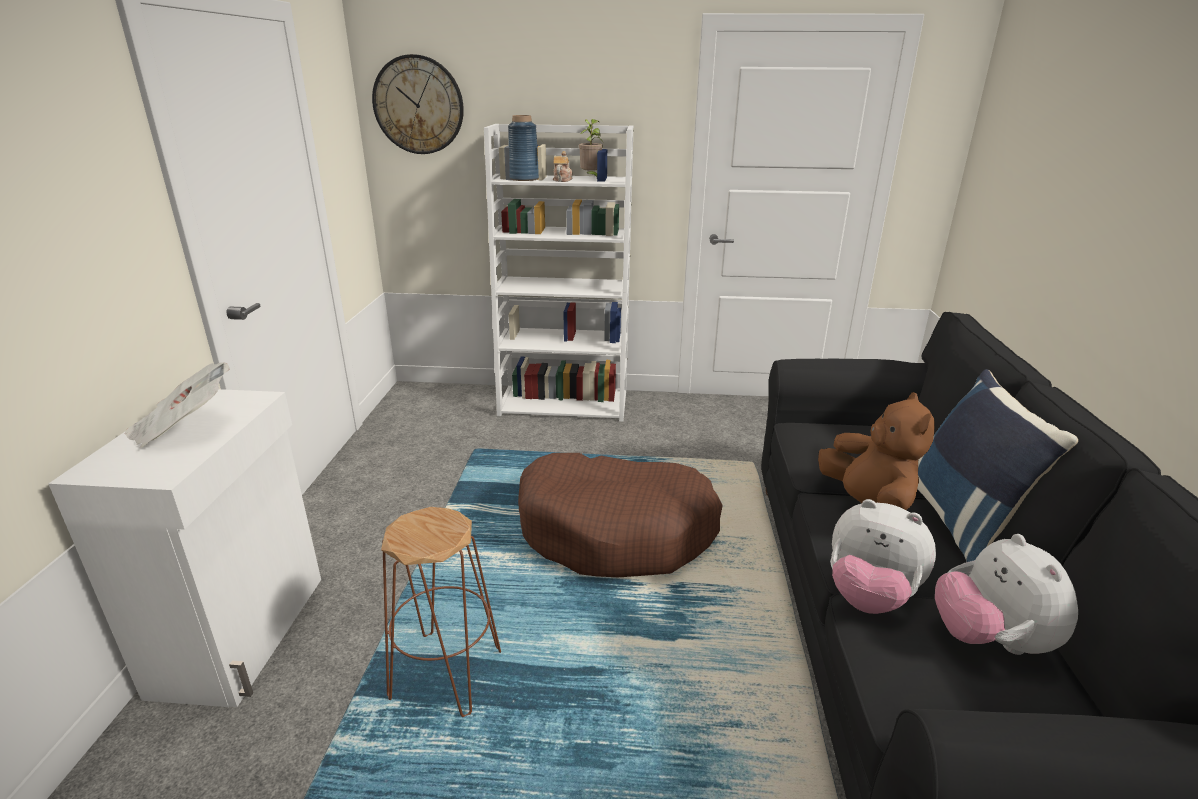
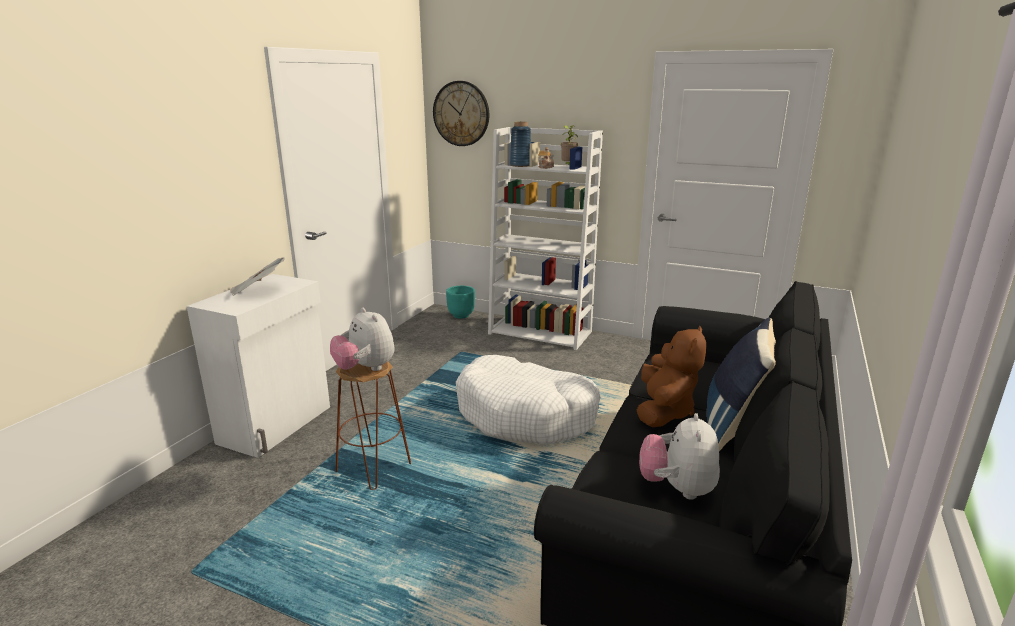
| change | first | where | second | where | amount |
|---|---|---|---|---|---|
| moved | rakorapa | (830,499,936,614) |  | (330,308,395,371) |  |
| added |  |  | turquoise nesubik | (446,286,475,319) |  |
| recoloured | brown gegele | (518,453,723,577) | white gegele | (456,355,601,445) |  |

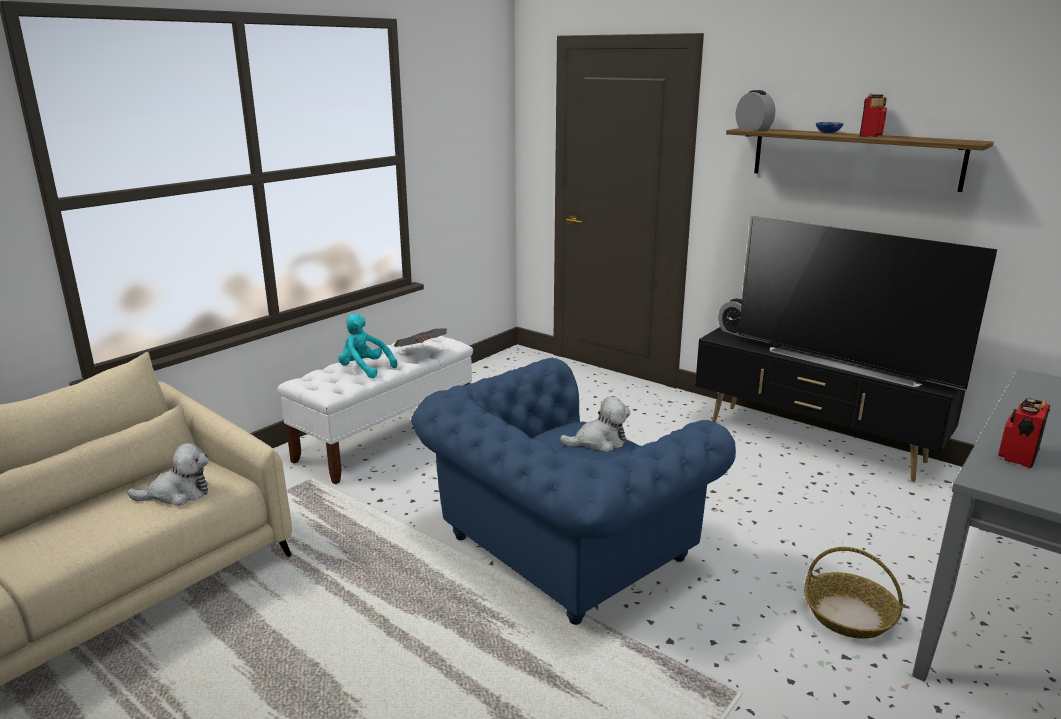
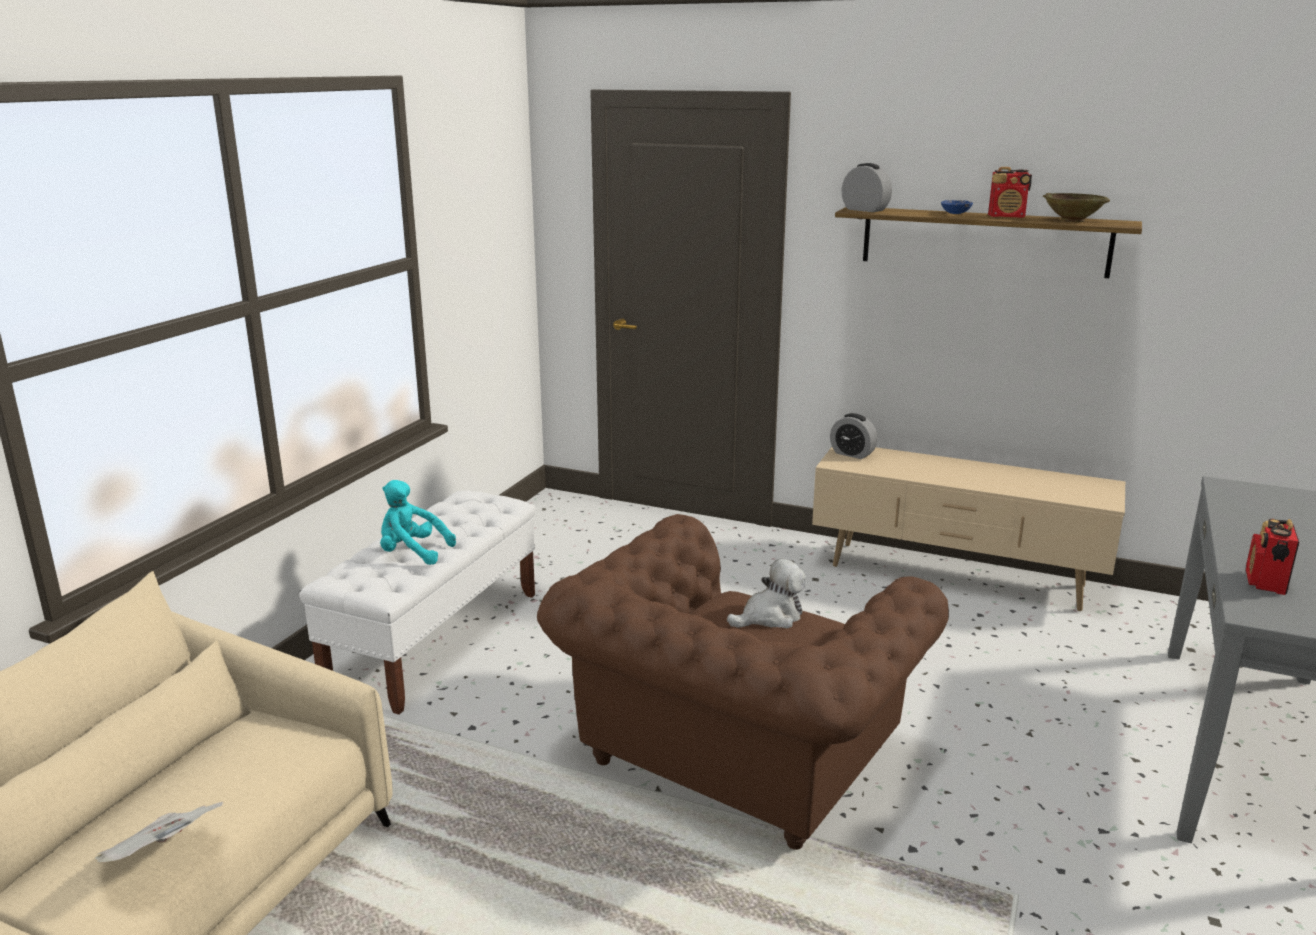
| change | first | where | second | where | amount |
|---|---|---|---|---|---|
| moved | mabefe | (394,328,447,347) |  | (96,802,222,862) |  |
| recoloured | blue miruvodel | (411,358,736,625) | brown miruvodel | (537,514,949,850) |  |
| recoloured | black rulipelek | (695,327,966,482) | beige rulipelek | (812,447,1125,611) |  |
| turned | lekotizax | (860,93,887,137) |  | (988,167,1032,218) | 90 degrees clockwise |
| added |  |  | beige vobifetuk | (1043,193,1110,222) |  |
| removed | rakorapa | (127,443,209,506) |  |  |  |
| removed | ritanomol | (738,216,997,390) |  |  |  |
| removed | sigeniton | (804,547,903,639) |  |  |  |

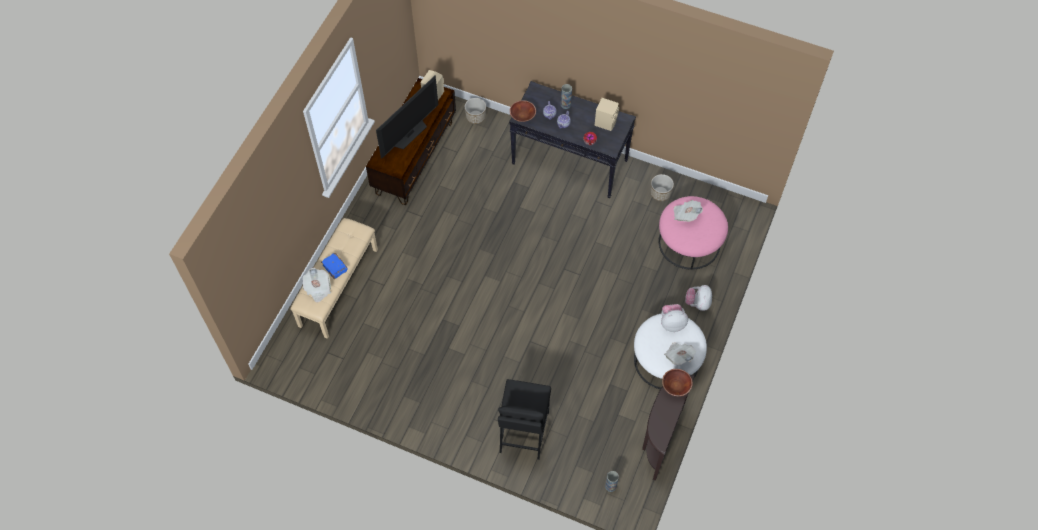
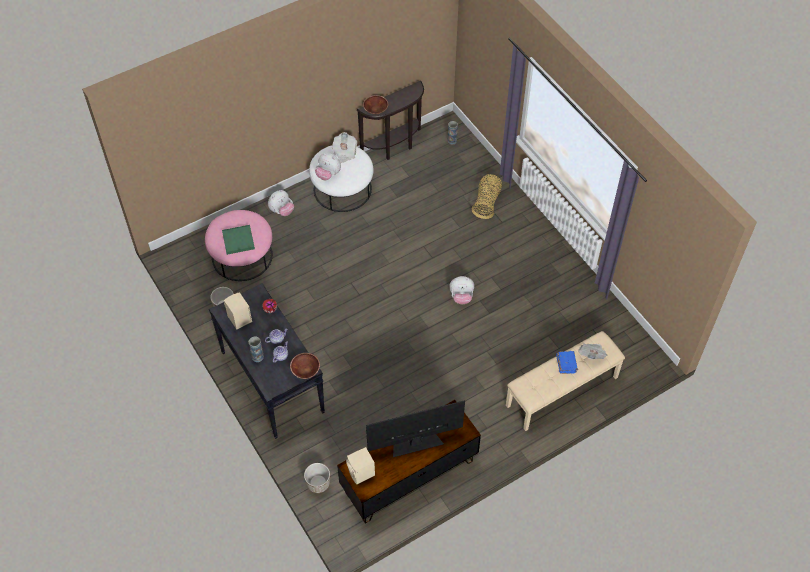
| change | first | where | second | where | amount |
|---|---|---|---|---|---|
| replaced | mabefe | (674,200,703,222) | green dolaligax | (222,225,255,255) |  |
| added |  |  | rakorapa | (449,276,474,304) |  |
| replaced | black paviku | (498,379,551,460) | sigeniton | (472,174,502,219) |  |

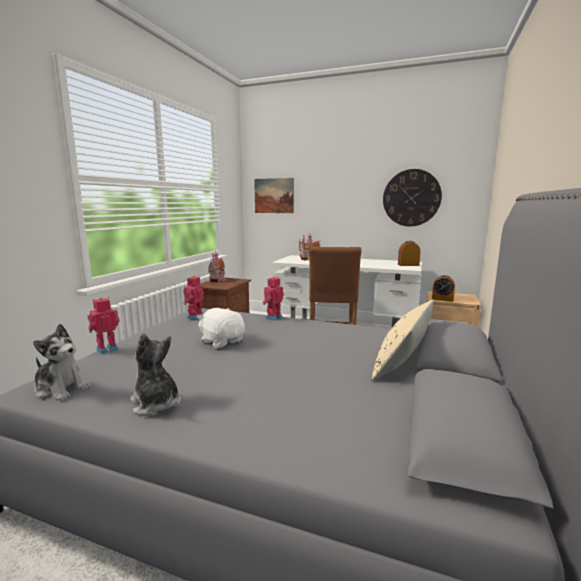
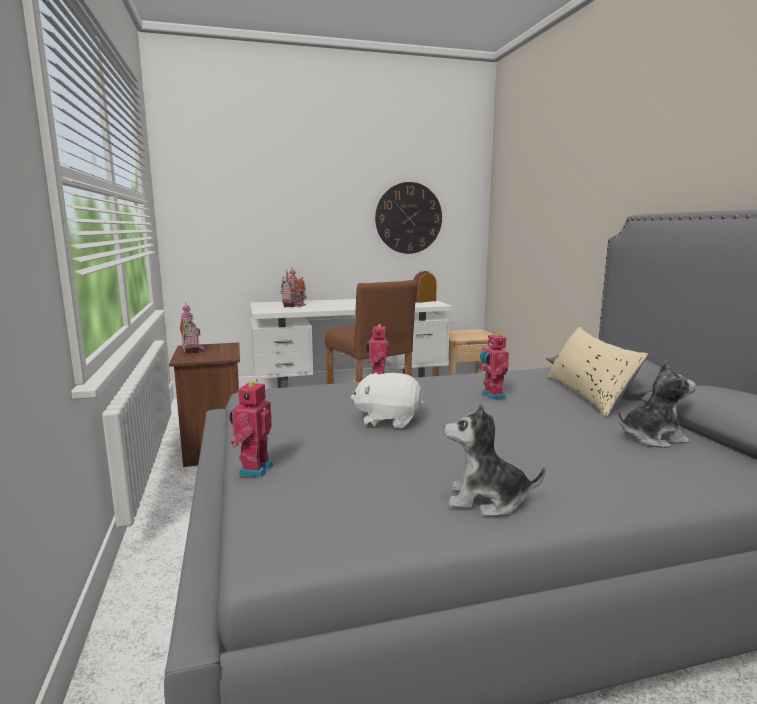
| change | first | where | second | where | amount |
|---|---|---|---|---|---|
| moved | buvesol | (183,275,204,320) |  | (480,332,509,399) |  |
| moved | rakorapa | (33,324,91,401) |  | (617,360,696,448) |  |
| removed | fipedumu | (254,178,294,213) |  |  |  |
| removed | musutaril | (432,275,455,302) |  |  |  |

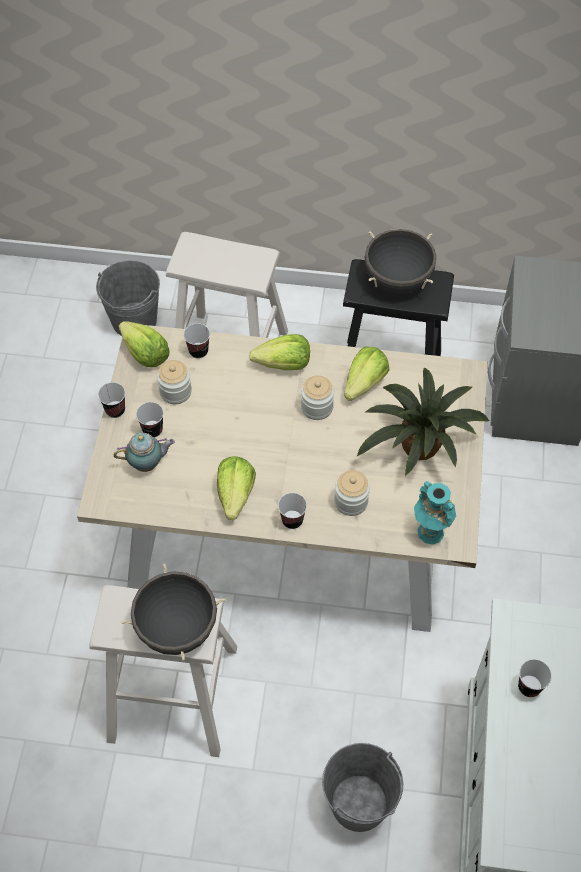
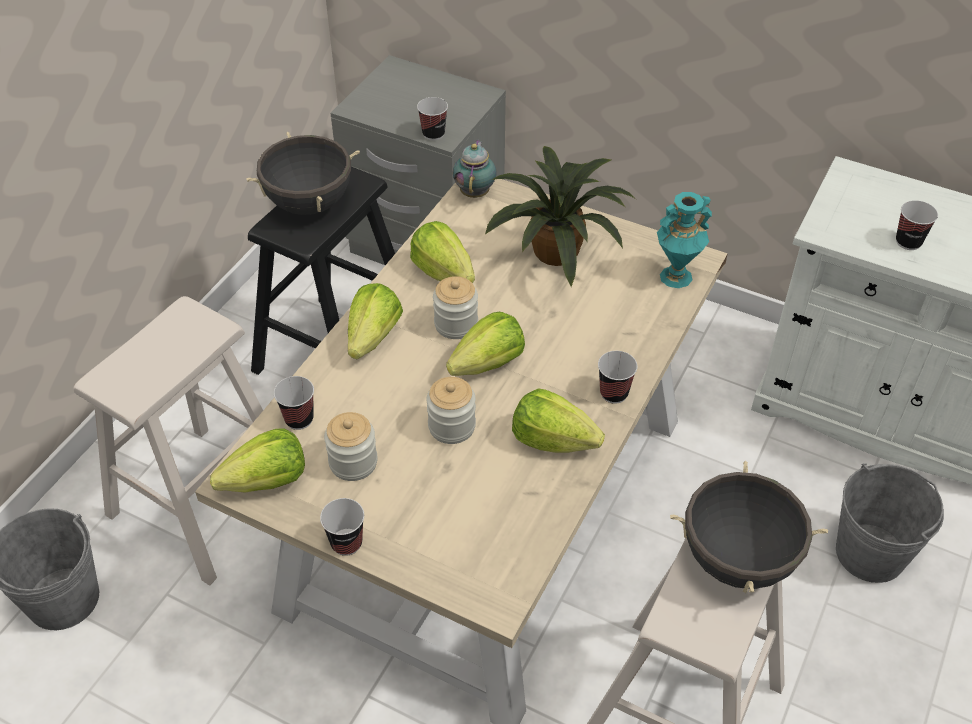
| change | first | where | second | where | amount |
|---|---|---|---|---|---|
| moved | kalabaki | (136,402,164,438) |  | (417,97,448,140) |  |
| moved | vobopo | (334,470,370,516) |  | (426,377,476,444) |  |
| added |  |  | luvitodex | (446,312,525,376) |  |
| moved | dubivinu | (114,433,175,472) |  | (453,140,496,198) |  |

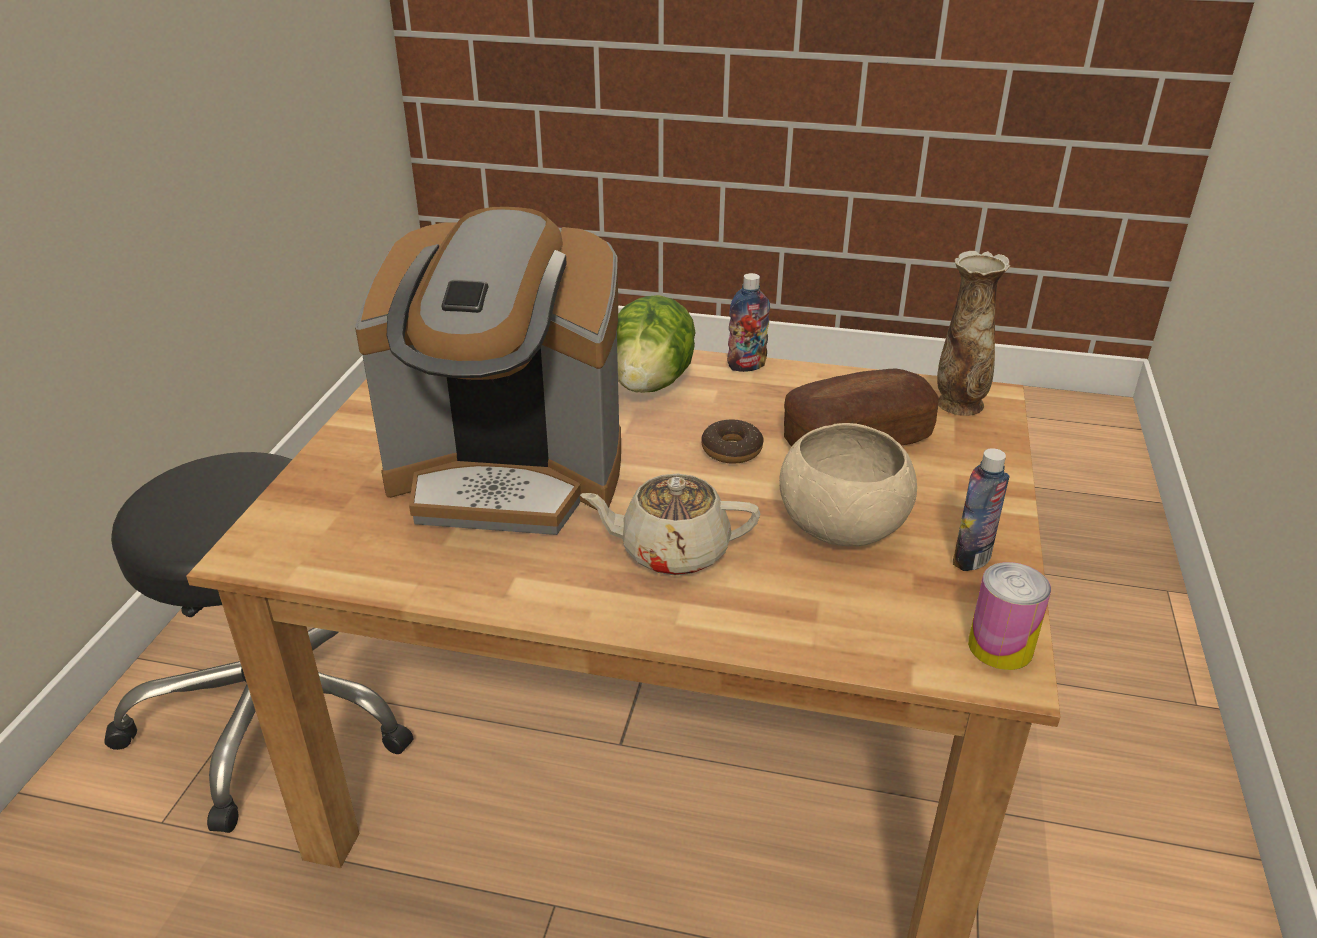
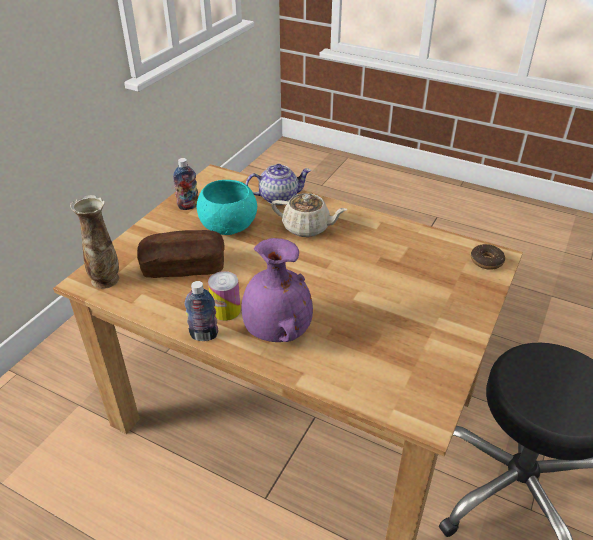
| change | first | where | second | where | amount |
|---|---|---|---|---|---|
| recoloured | beige vobifetuk | (779,423,917,547) | turquoise vobifetuk | (197,180,257,235) |  |
| moved | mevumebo | (968,562,1051,670) |  | (208,271,241,321) |  |
| replaced | luvitodex | (617,295,696,393) | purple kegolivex | (241,238,313,342) |  |
| added |  |  | dubivinu | (246,164,311,205) |  |
| moved | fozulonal | (702,419,764,464) |  | (471,244,505,270) |  |
| removed | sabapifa | (355,207,621,535) |  |  |  |

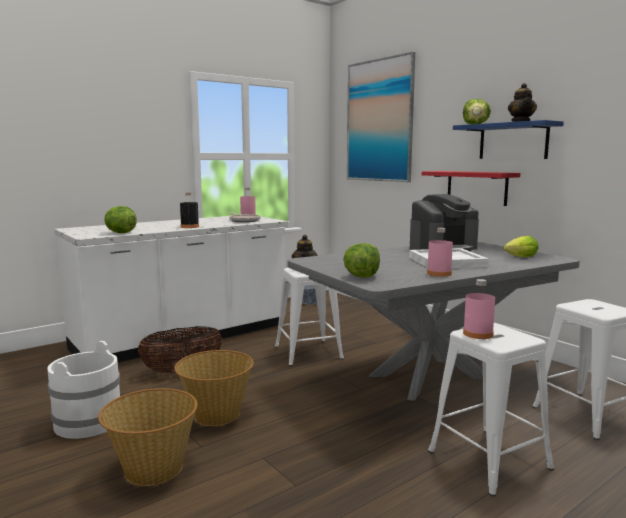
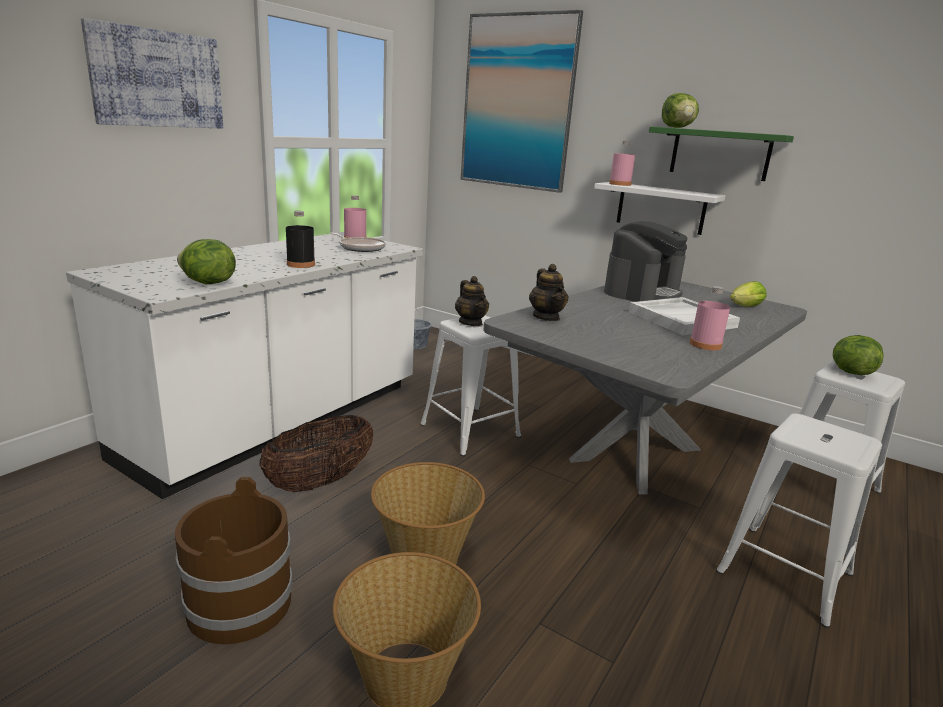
| change | first | where | second | where | amount |
|---|---|---|---|---|---|
| added |  |  | fipedumu | (81,18,223,129) |  |
| recoloured | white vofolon | (47,341,120,439) | brown vofolon | (175,477,292,644) |  |
| moved | dubivinu | (508,83,537,122) |  | (529,264,569,321) |  |
| recoloured | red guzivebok | (422,171,520,206) | white guzivebok | (594,182,725,235) |  |
| moved | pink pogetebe | (463,279,495,339) |  | (609,140,635,186) |  |
| recoloured | blue guzivebok | (453,120,564,159) | green guzivebok | (649,127,794,181) |  |
| moved | luvitodex | (343,243,380,278) |  | (833,335,884,375) |  |

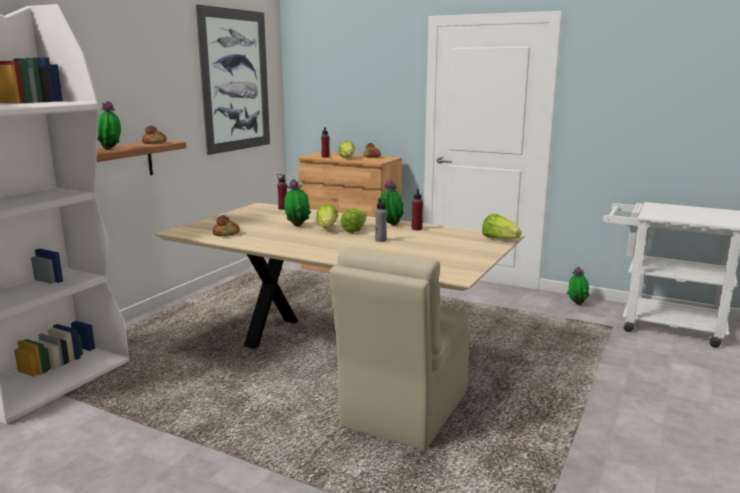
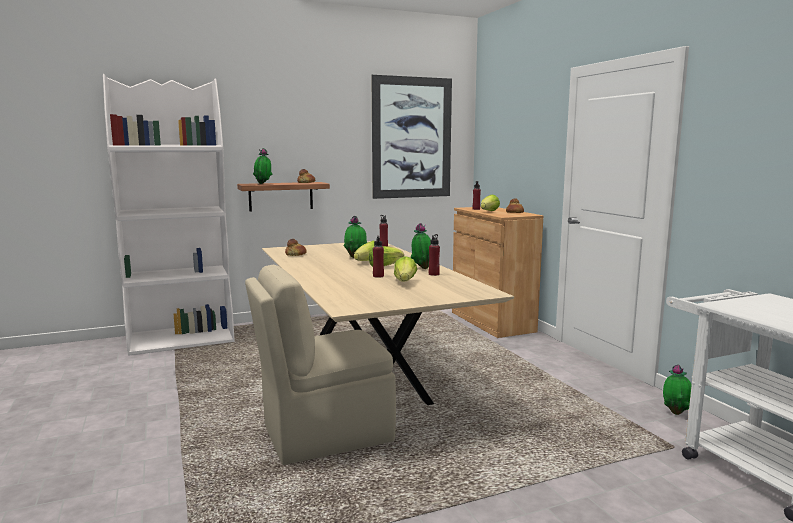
| change | first | where | second | where | amount |
|---|---|---|---|---|---|
| recoloured | grey pogetebe | (375,198,387,242) | red pogetebe | (373,236,384,278) |  |
| moved | luvitodex | (482,214,522,239) |  | (394,256,417,281) |  |

